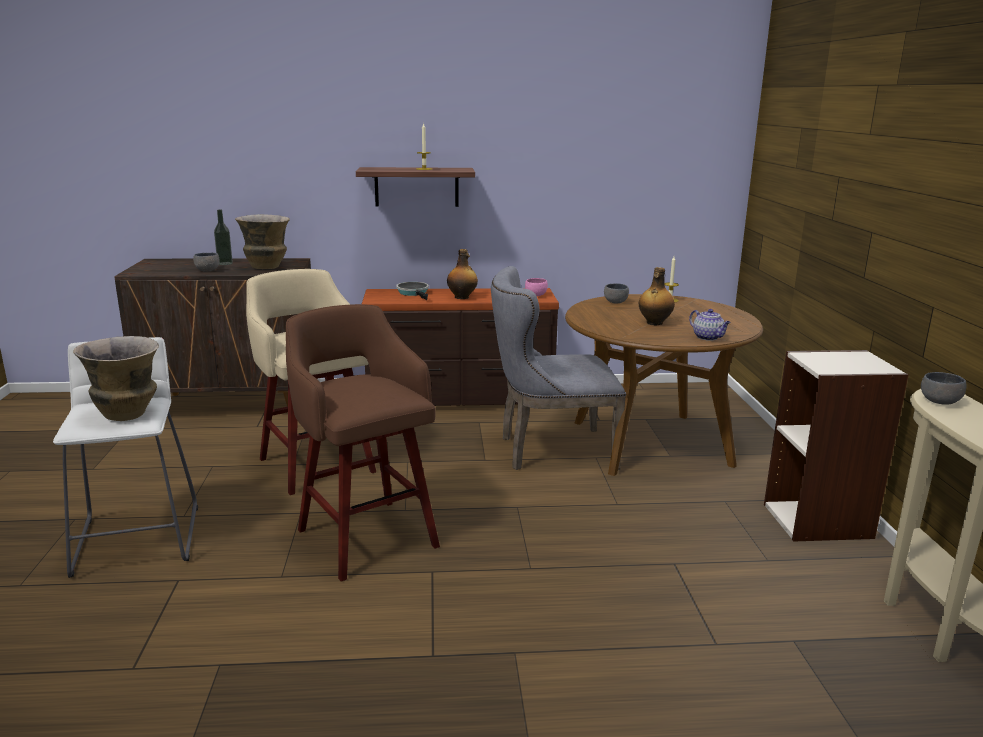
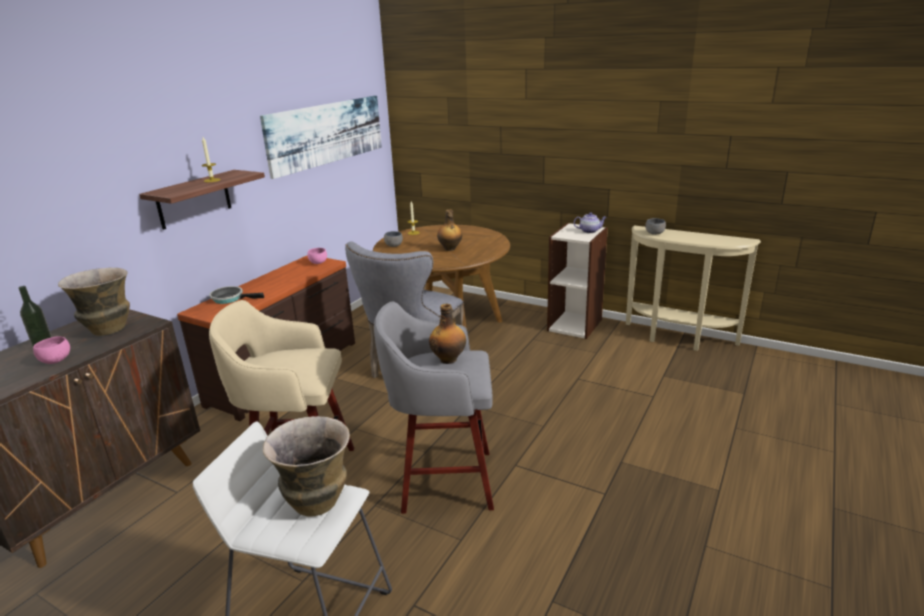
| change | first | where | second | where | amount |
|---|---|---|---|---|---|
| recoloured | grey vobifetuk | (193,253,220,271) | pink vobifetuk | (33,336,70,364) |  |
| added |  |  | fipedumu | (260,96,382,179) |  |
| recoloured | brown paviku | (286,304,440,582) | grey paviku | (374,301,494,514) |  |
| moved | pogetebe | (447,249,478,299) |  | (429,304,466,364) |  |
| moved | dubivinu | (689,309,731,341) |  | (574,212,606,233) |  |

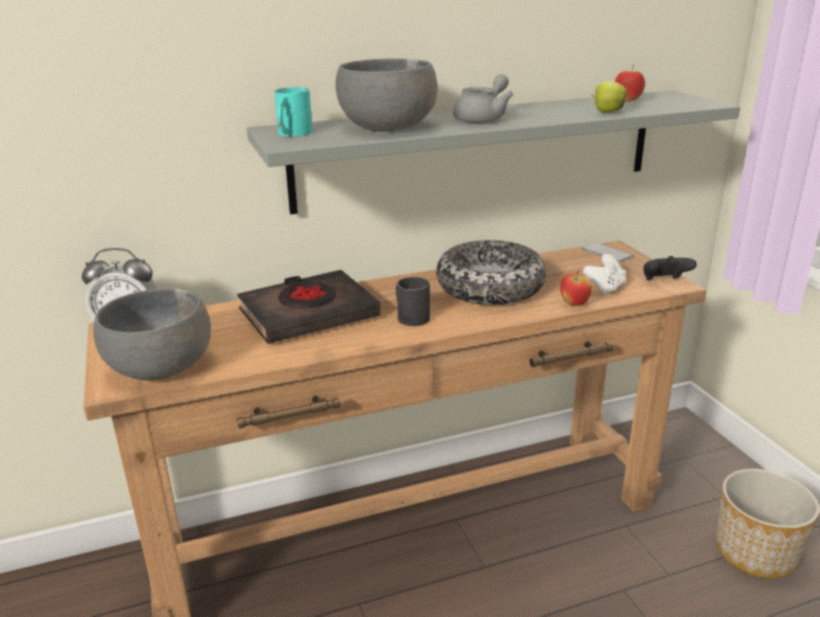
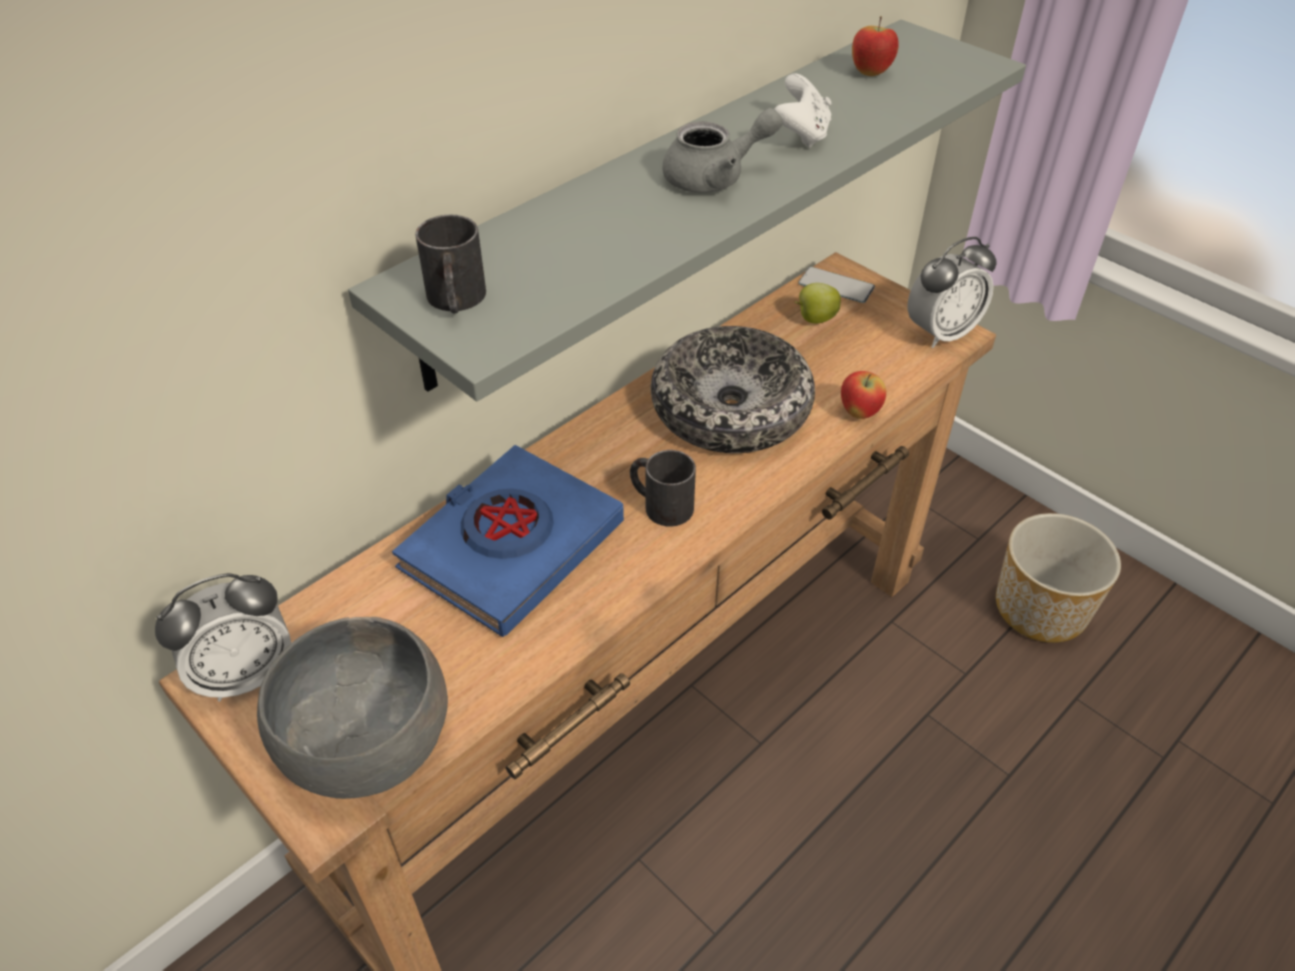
| change | first | where | second | where | amount |
|---|---|---|---|---|---|
| recoloured | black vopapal | (237,270,380,344) | blue vopapal | (392,445,624,637) |  |
| recoloured | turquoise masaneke | (275,87,313,136) | black masaneke | (415,215,486,313) |  |
| turned | grey dubivinu | (453,74,513,123) |  | (662,108,783,193) | 60 degrees clockwise |
| moved | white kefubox | (583,254,626,295) |  | (775,73,831,148) |  |
| moved | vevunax | (591,81,627,113) |  | (795,283,841,323) |  |
| replaced | black kefubox | (643,256,697,280) | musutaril | (908,237,997,348) |  |
| removed | grey vobifetuk | (336,58,438,131) |  |  |  |

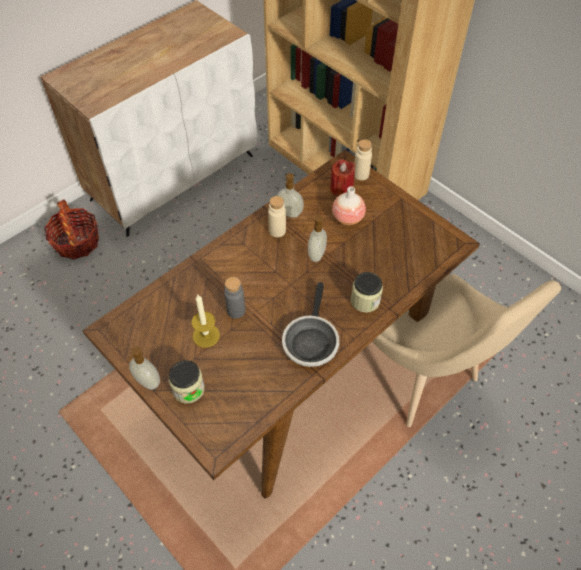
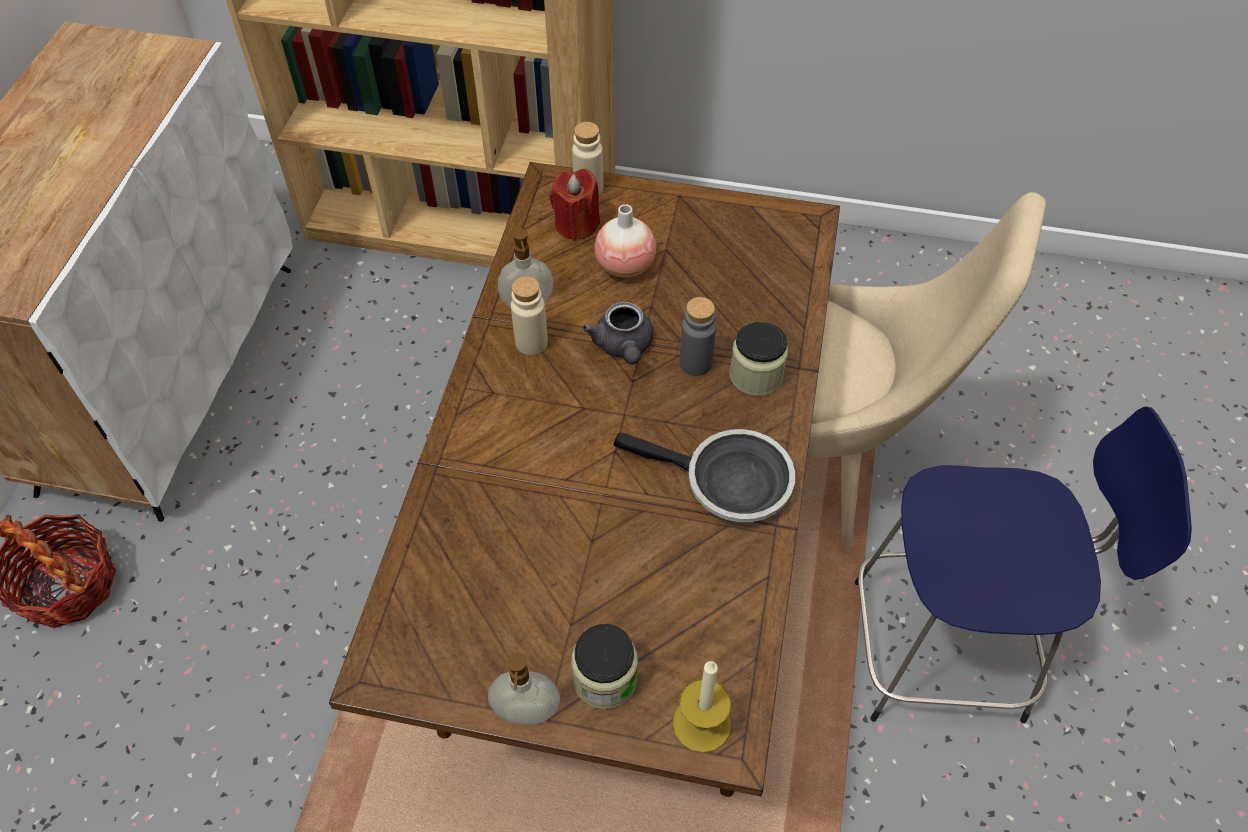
| change | first | where | second | where | amount |
|---|---|---|---|---|---|
| replaced | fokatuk | (308,216,327,262) | grey dubivinu | (583,302,653,365) |  |
| turned | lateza | (282,282,339,367) |  | (613,429,795,522) | 45 degrees counterclockwise |
| moved | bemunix | (191,295,220,348) |  | (673,661,731,753) |  |
| moved | grey pogetebe | (224,277,245,319) |  | (680,297,716,376) |  |
| added |  |  | blue paviku | (855,406,1192,723) |  |

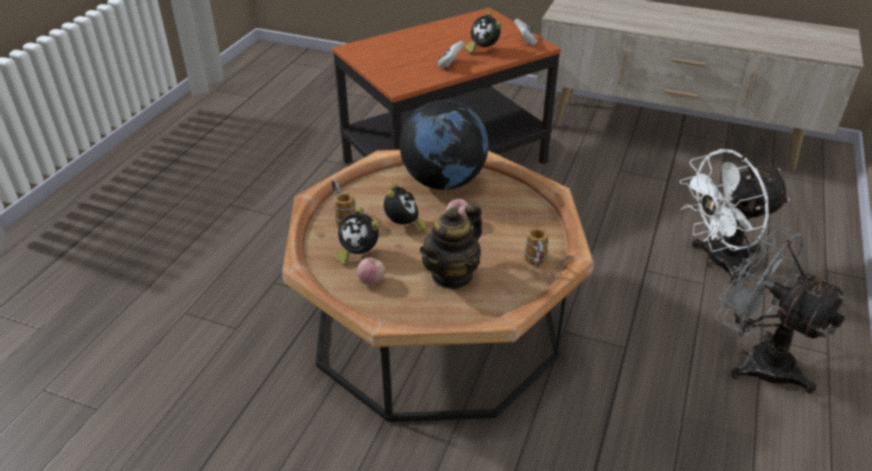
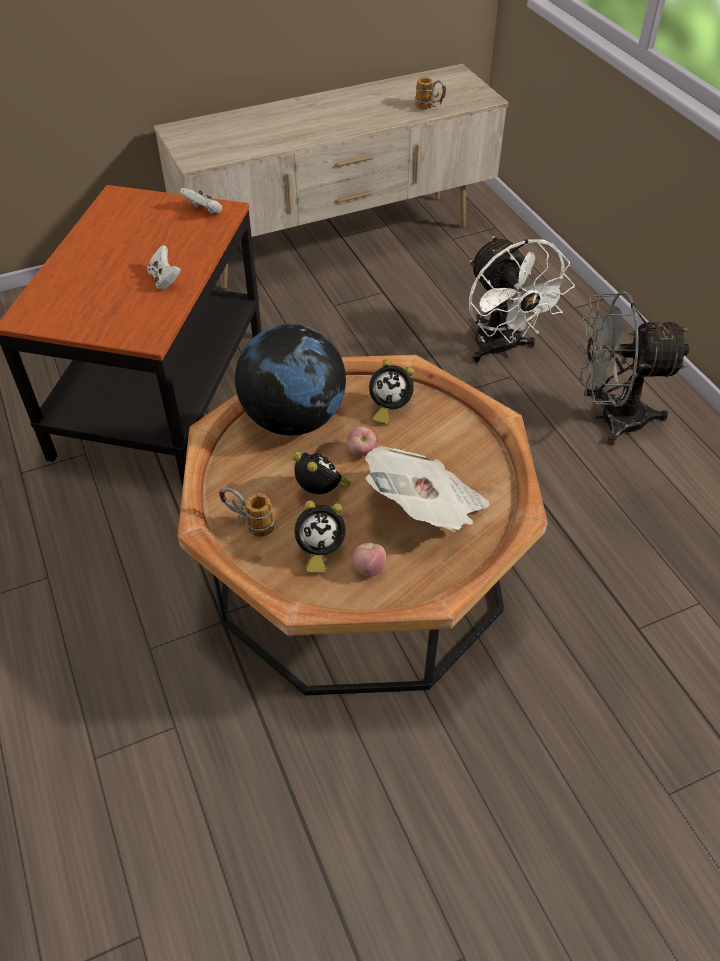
| change | first | where | second | where | amount |
|---|---|---|---|---|---|
| replaced | dubivinu | (420,203,482,290) | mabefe | (365,446,490,532) |  |
| moved | musutaril | (465,12,502,54) |  | (369,359,414,424) |  |
| moved | masaneke | (524,228,549,269) |  | (415,77,446,110) |  |
| turned | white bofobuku | (680,149,790,285) |  | (469,236,575,363) | 45 degrees counterclockwise |

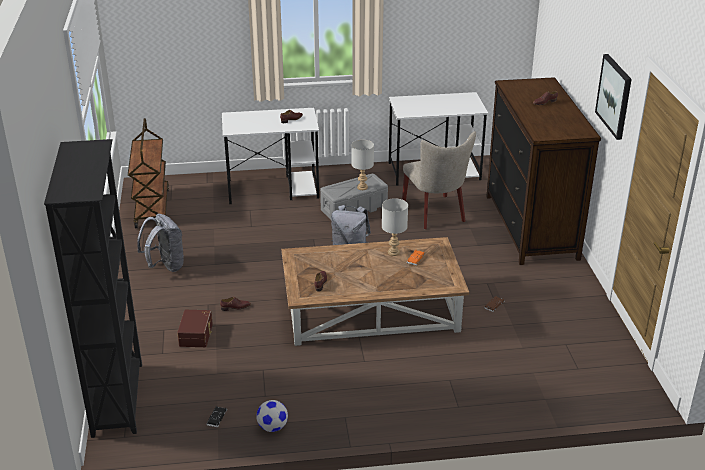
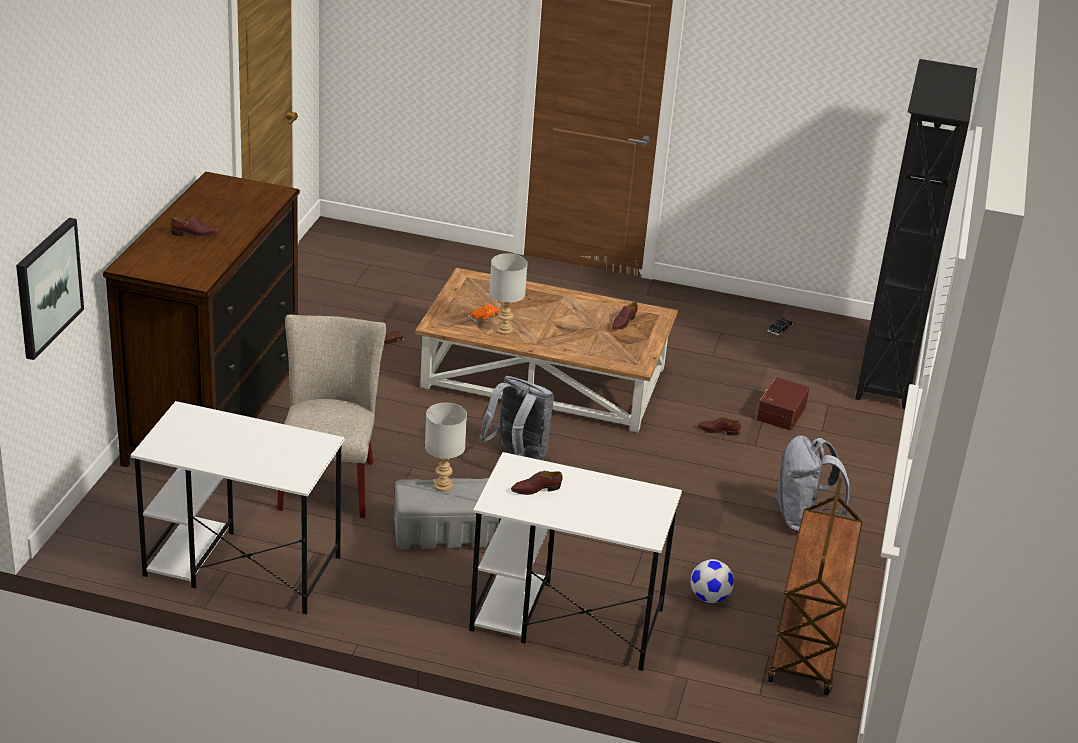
| change | first | where | second | where | amount |
|---|---|---|---|---|---|
| moved | fipedumu | (595,54,632,140) |  | (16,218,84,360) |  |
| moved | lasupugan | (256,400,288,432) |  | (691,559,734,603) |  |

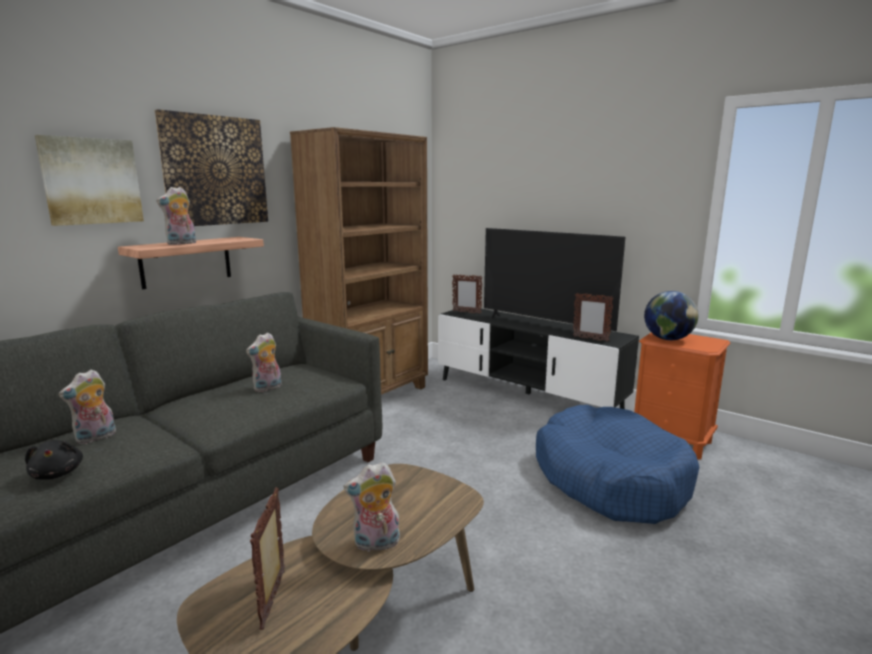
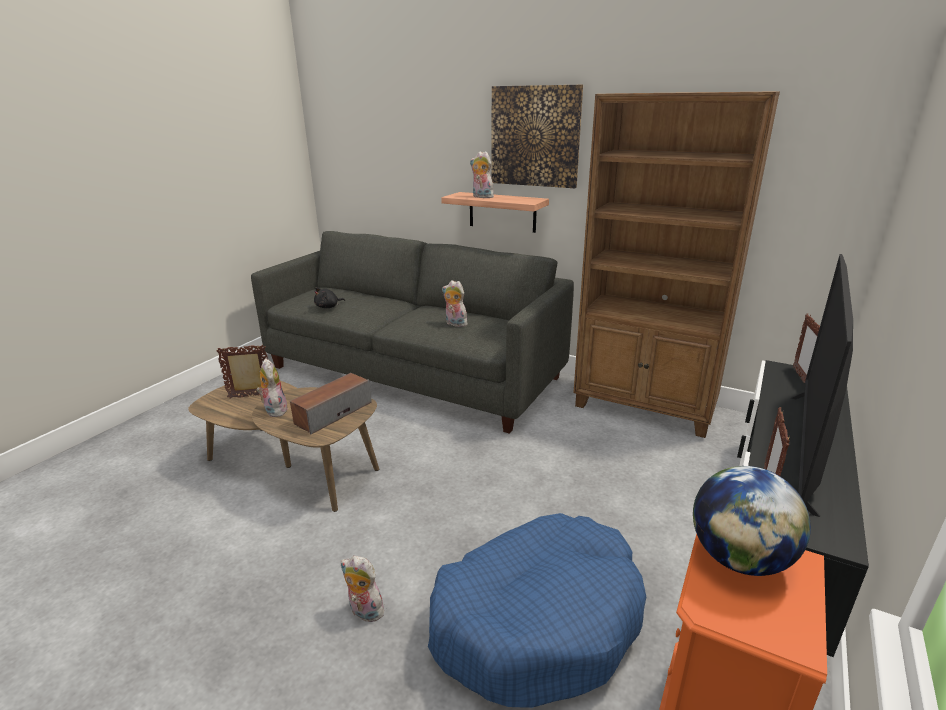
| change | first | where | second | where | amount |
|---|---|---|---|---|---|
| added |  |  | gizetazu | (290,373,372,434) |  |
| moved | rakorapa | (58,369,116,444) |  | (341,556,384,622) |  |
| removed | fipedumu | (35,135,144,226) |  |  |  |

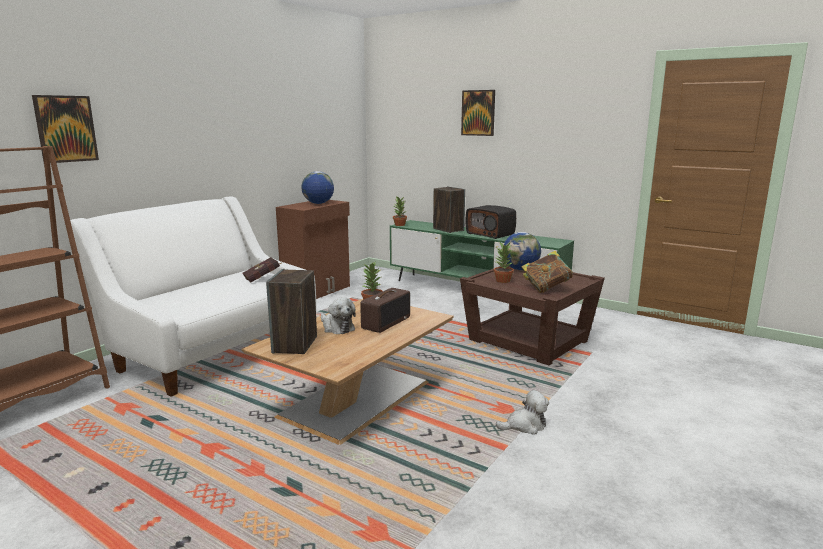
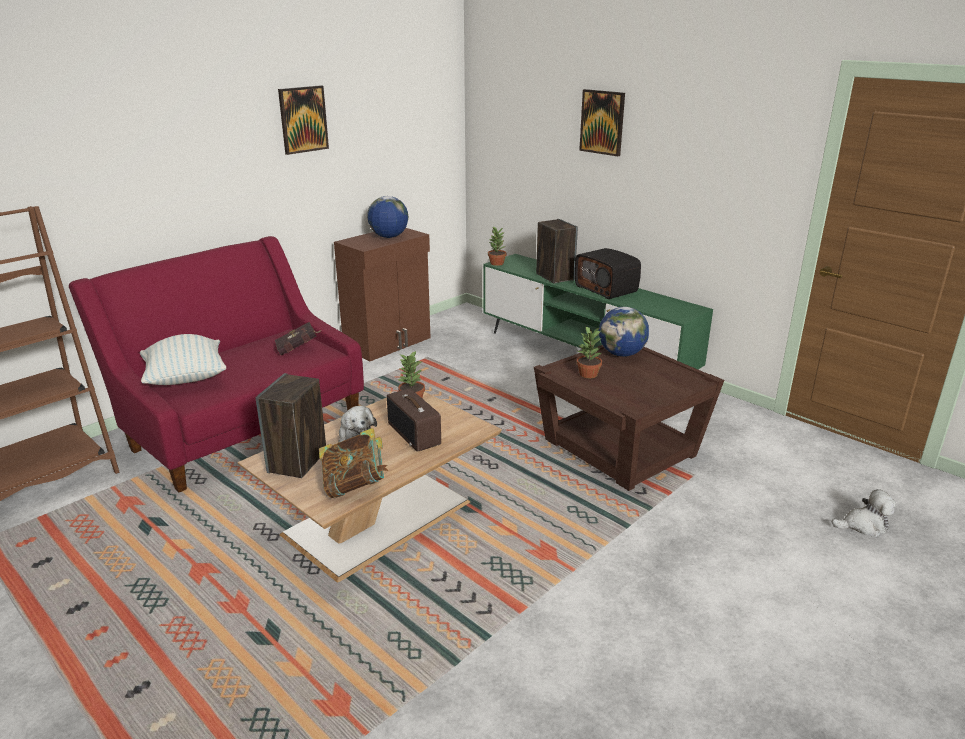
| change | first | where | second | where | amount |
|---|---|---|---|---|---|
| recoloured | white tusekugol | (70,197,316,397) | red tusekugol | (69,236,364,492) |  |
| added |  |  | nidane | (140,334,226,385) |  |
| moved | fipedumu | (32,95,99,163) |  | (278,85,329,155) |  |
| moved | vopapal | (521,251,574,293) |  | (319,428,388,498) |  |
| turned | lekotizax | (360,288,410,333) |  | (387,389,441,452) | 105 degrees clockwise |
| moved | rakorapa | (496,390,549,435) |  | (832,489,896,538) |  |

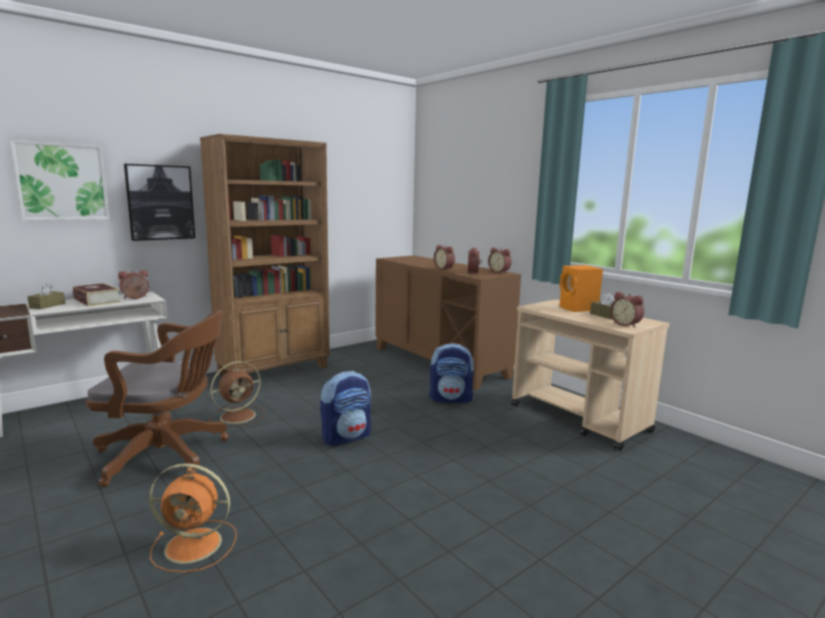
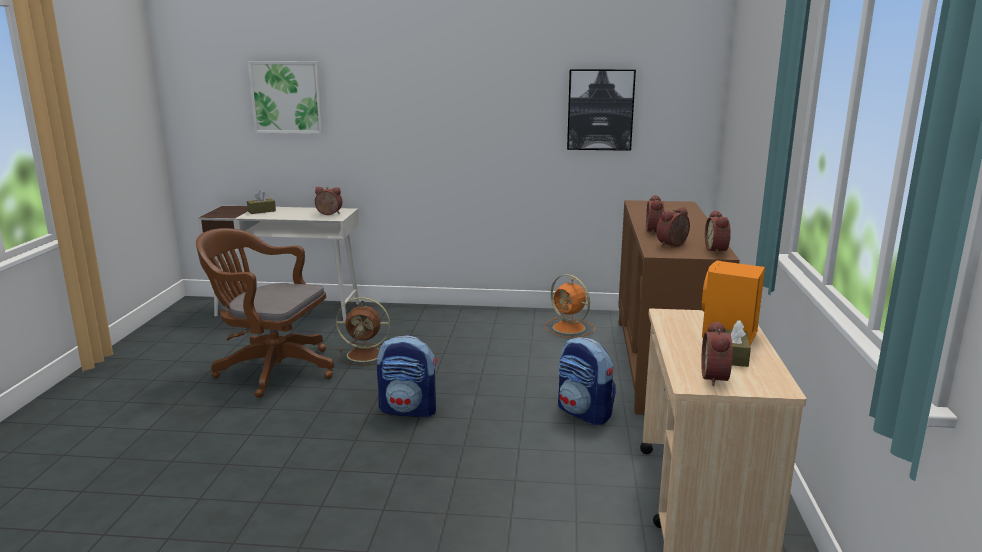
| change | first | where | second | where | amount |
|---|---|---|---|---|---|
| turned | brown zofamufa | (86,310,229,487) |  | (196,228,334,398) | 150 degrees clockwise |
| moved | orange bofobuku | (149,463,237,573) |  | (545,274,595,338) |  |
| moved | fipedumu | (124,164,195,241) |  | (567,69,636,151) |  |
| removed | vopapal | (73,283,121,307) |  |  |  |
| removed | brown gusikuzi | (200,134,330,375) |  |  |  |

